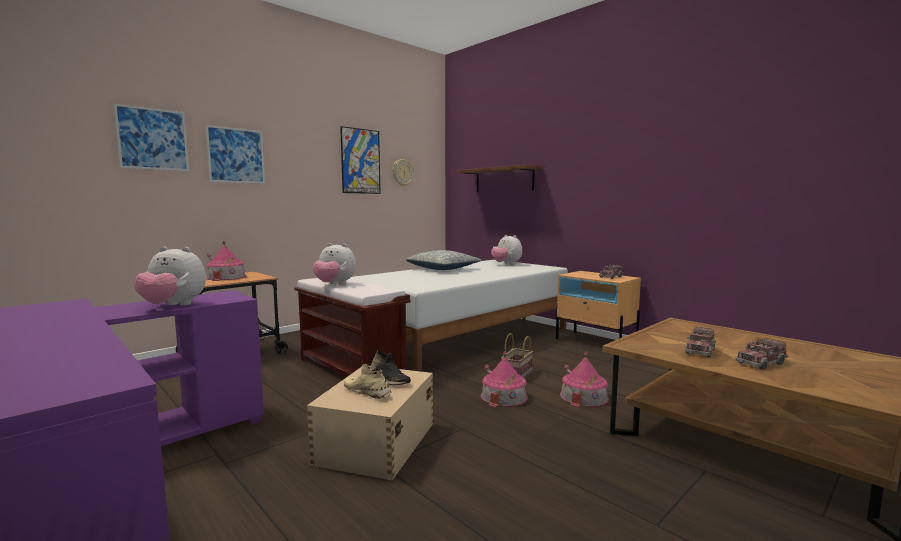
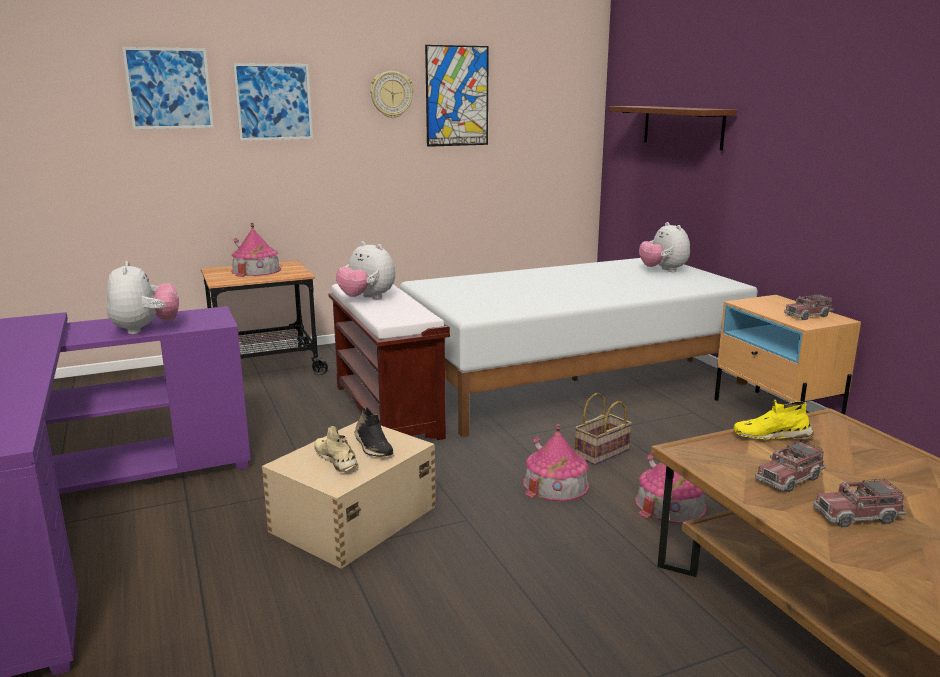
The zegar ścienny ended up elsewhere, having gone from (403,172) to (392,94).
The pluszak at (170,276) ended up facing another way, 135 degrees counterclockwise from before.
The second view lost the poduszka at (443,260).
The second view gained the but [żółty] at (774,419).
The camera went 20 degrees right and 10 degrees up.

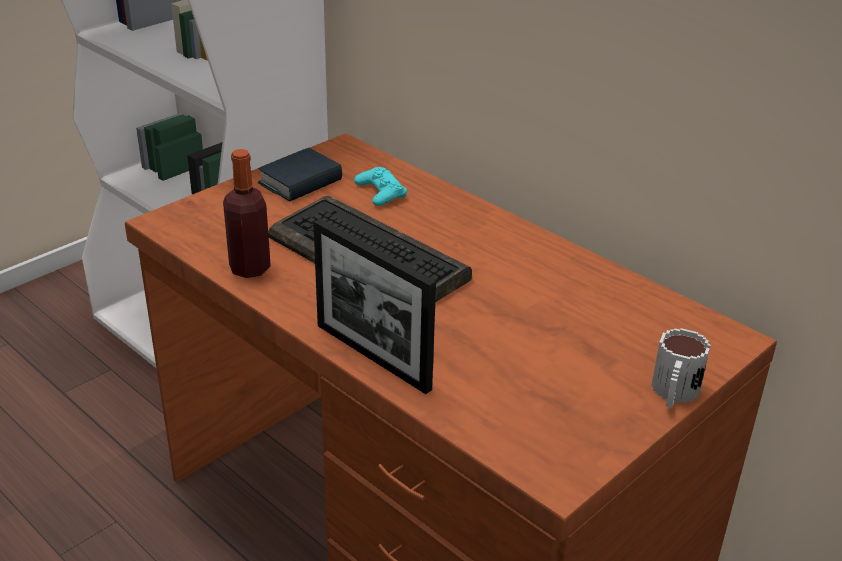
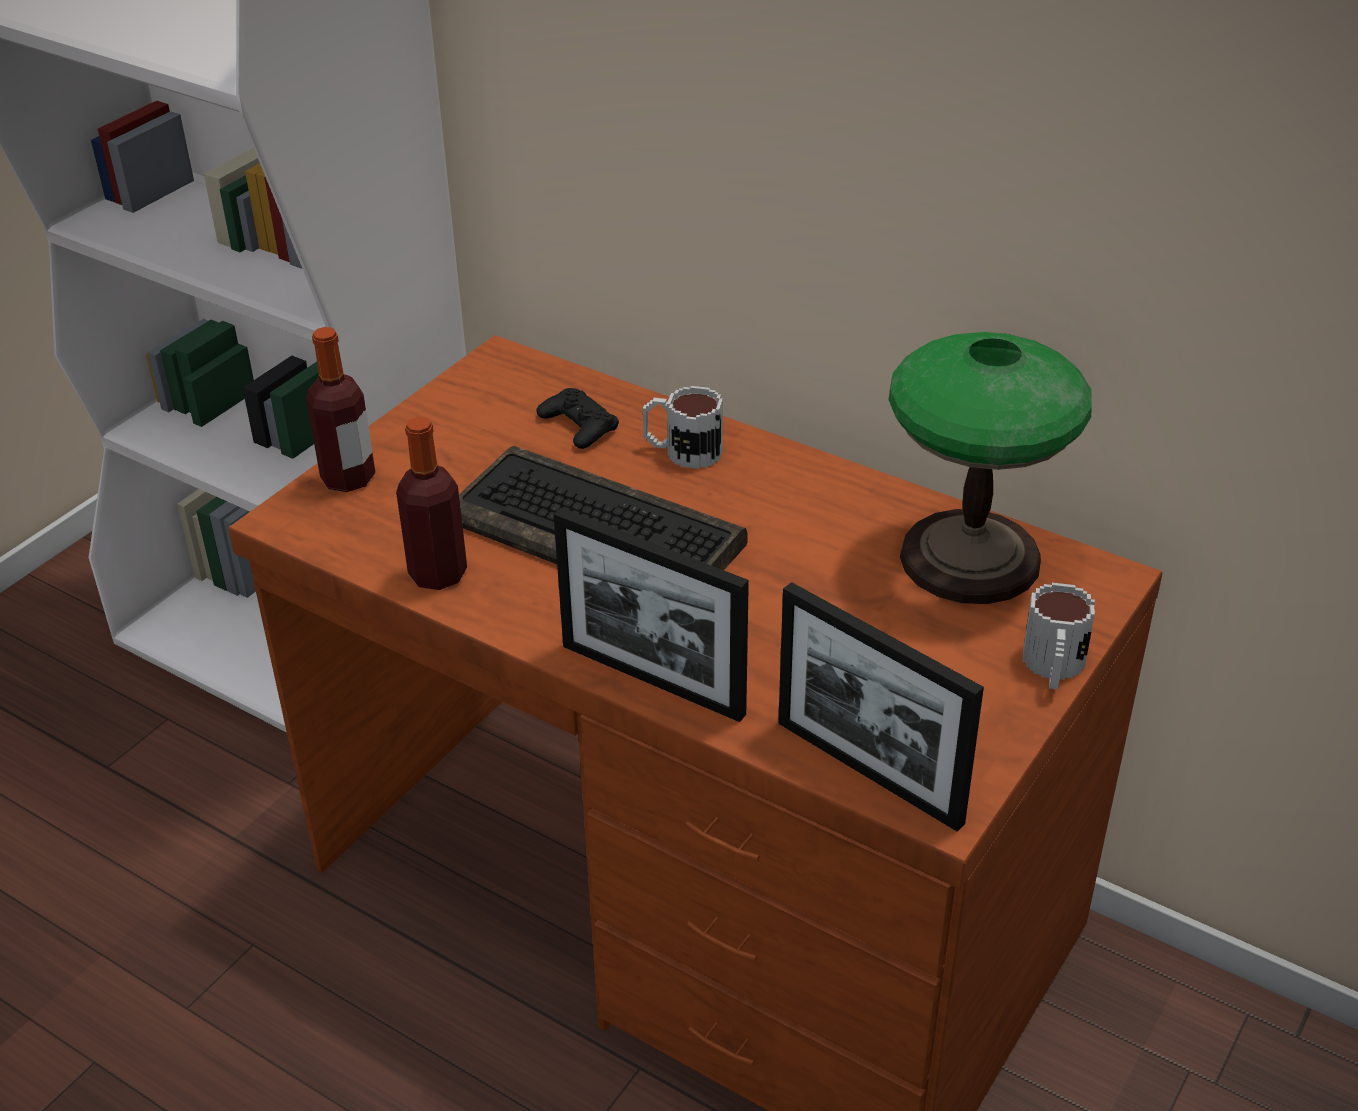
The second view lost the książka at (300,175).
What was the pad do gier [turkusowy] at (380,186) turned into the pad do gier [czarny] at (577,418).
The second view gained the butelka at (340,409).
The second view gained the lampa stołowa at (990,468).
The second view gained the kubek at (683,427).
The second view gained the ramka na zdjęcie at (881,707).
The camera went 10 degrees left and 5 degrees up.

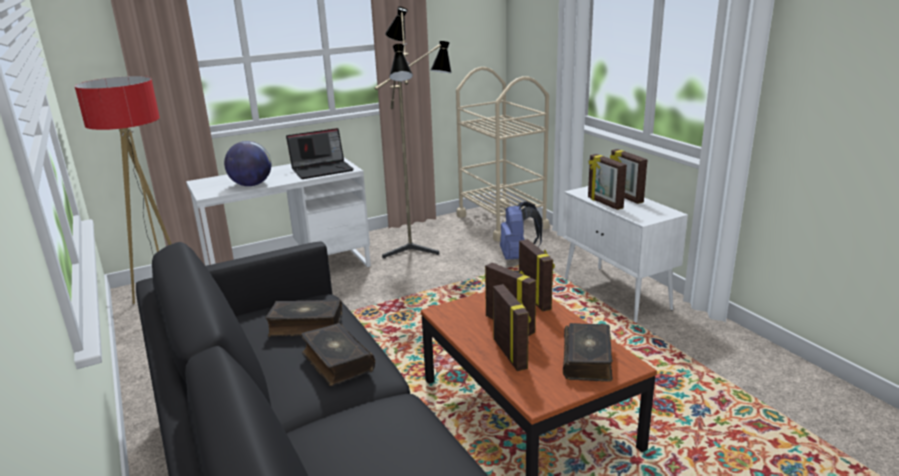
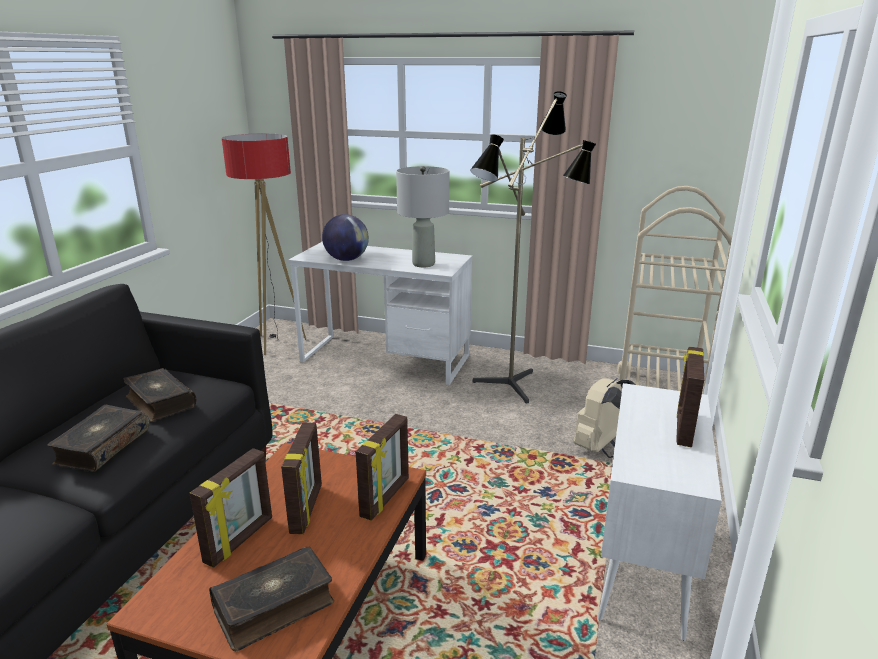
Where the laptop stood at (320,153), the lampa stołowa [szary] came to stand at (422,216).
The second view lost the ramka na zdjęcie at (607,182).
What was the plecak [niebieski] at (521,230) turned into the plecak [beżowy] at (604,418).
The camera went 45 degrees right and 0 degrees up.

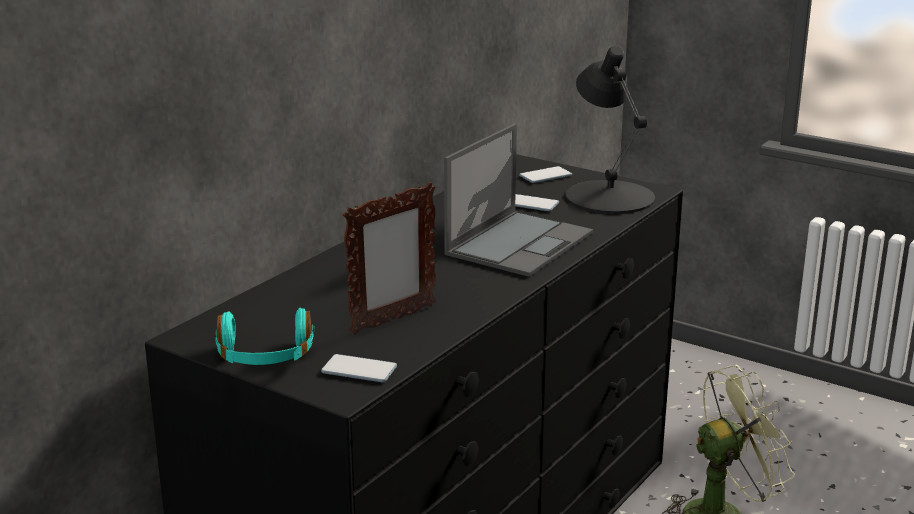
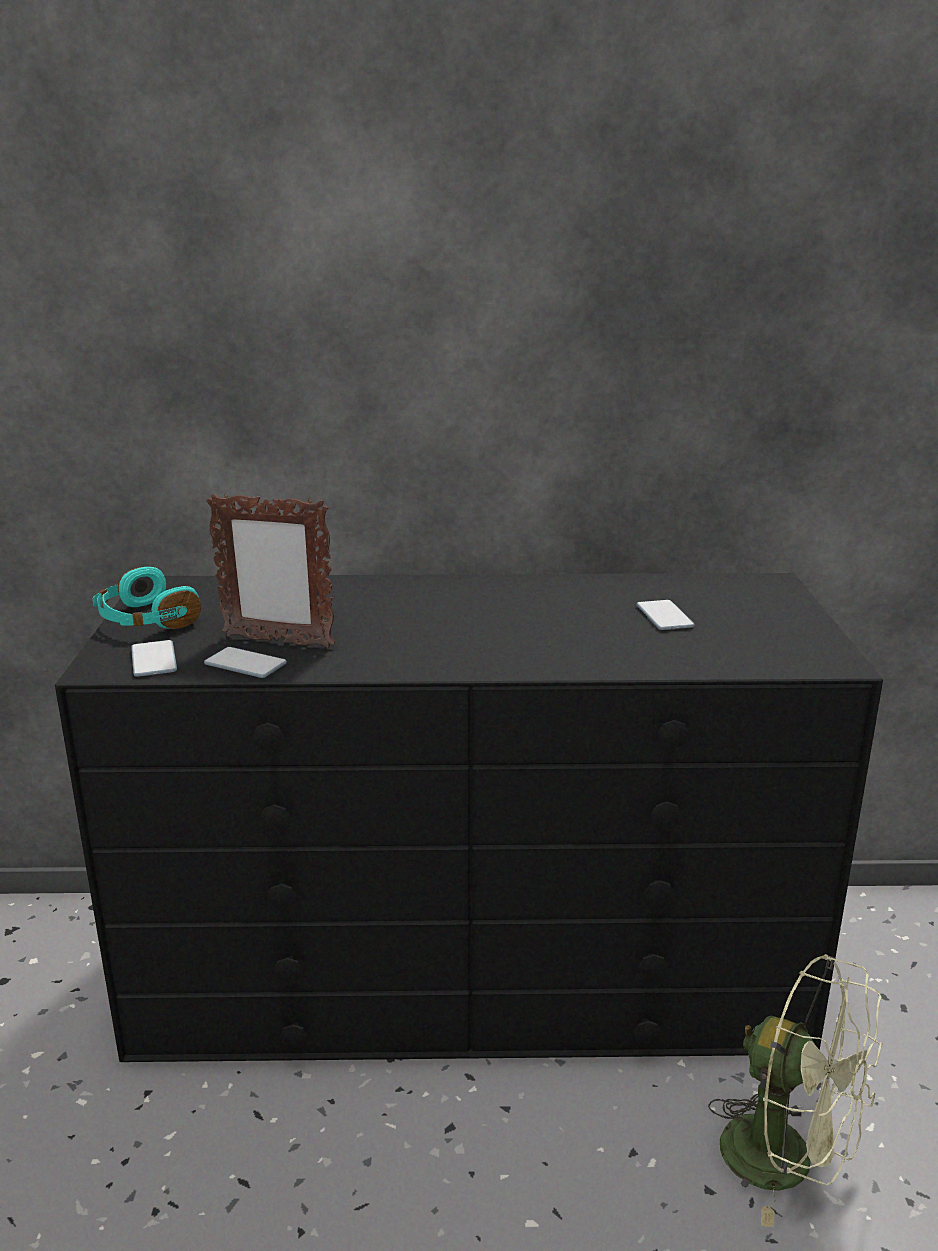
The second view lost the lampa stołowa [czarny] at (610,130).
The second view lost the laptop at (518,200).
The telefon ended up elsewhere, having gone from (545,174) to (245,662).
The camera went 55 degrees right and 0 degrees up.

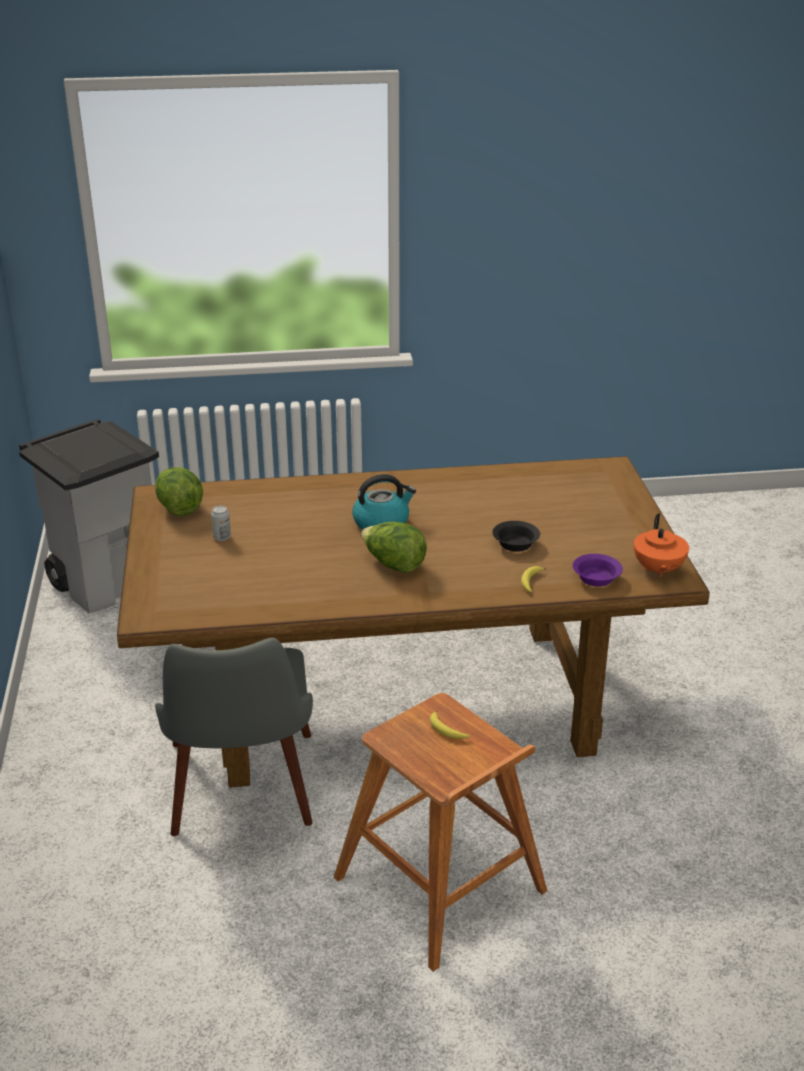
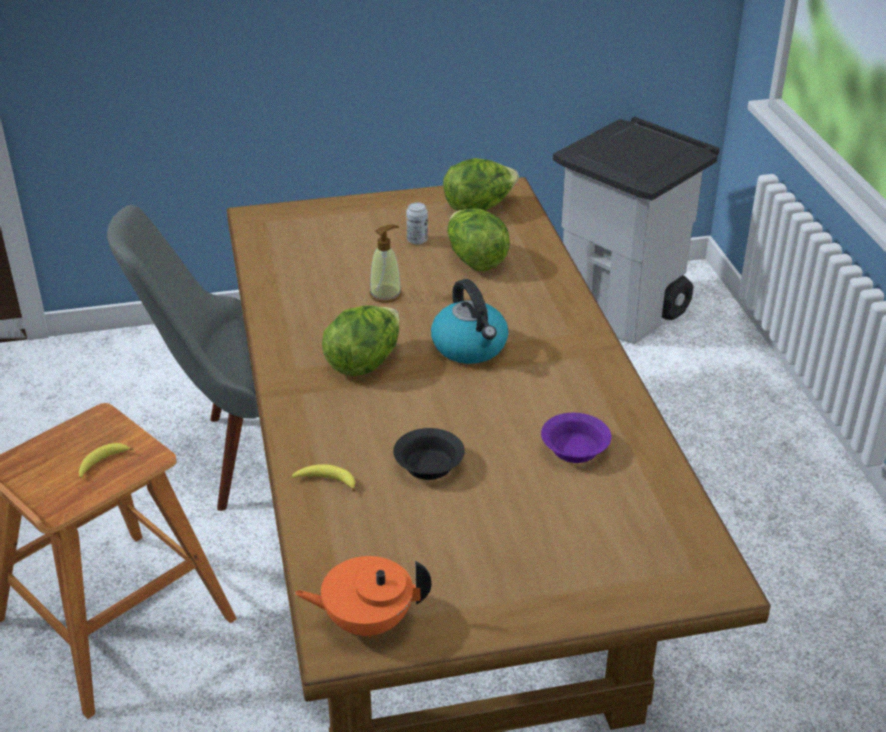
The miska [fioletowy] ended up elsewhere, having gone from (598,570) to (576,438).
The second view gained the sałata at (478,240).
The second view gained the dozownik mydła at (386,263).
The camera went 85 degrees right and 5 degrees up.

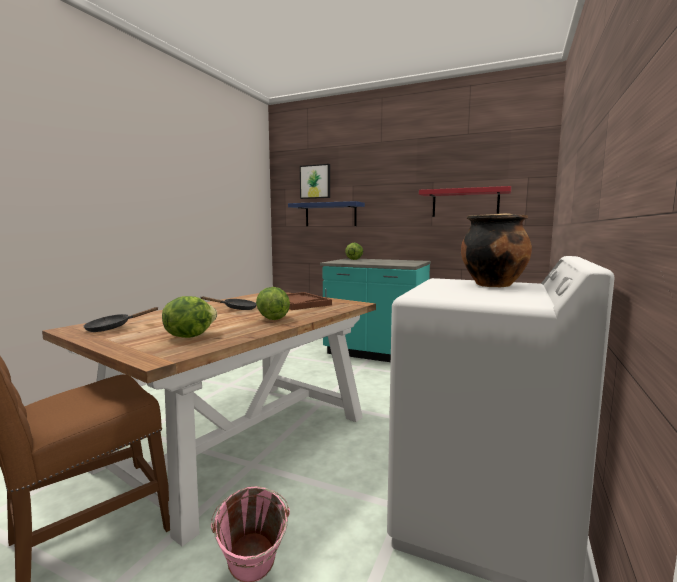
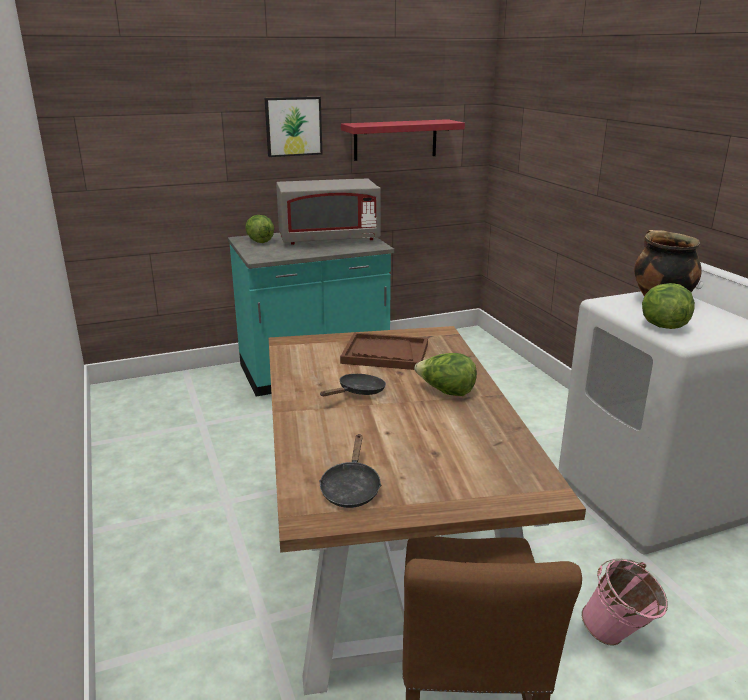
The obraz ended up elsewhere, having gone from (315,181) to (293,127).
The second view lost the półka [niebieski] at (326,213).
The sałata ended up elsewhere, having gone from (189,317) to (668,306).
The second view gained the mikrofalówka [szary] at (328,212).
The camera went 45 degrees left and 15 degrees up.

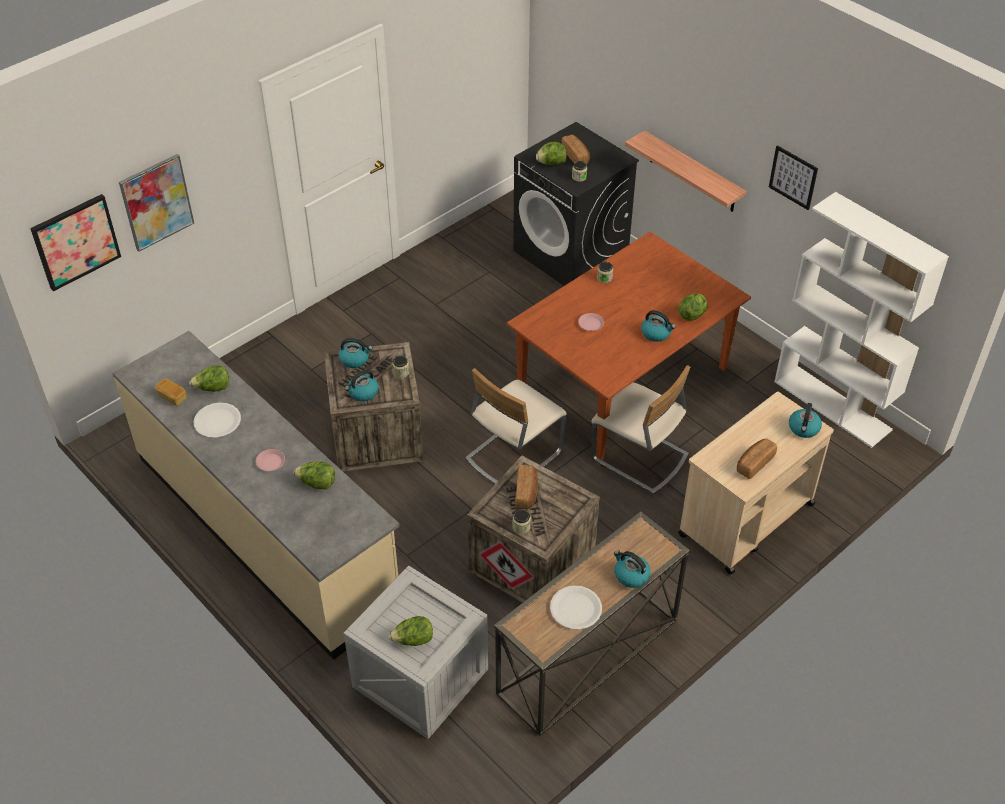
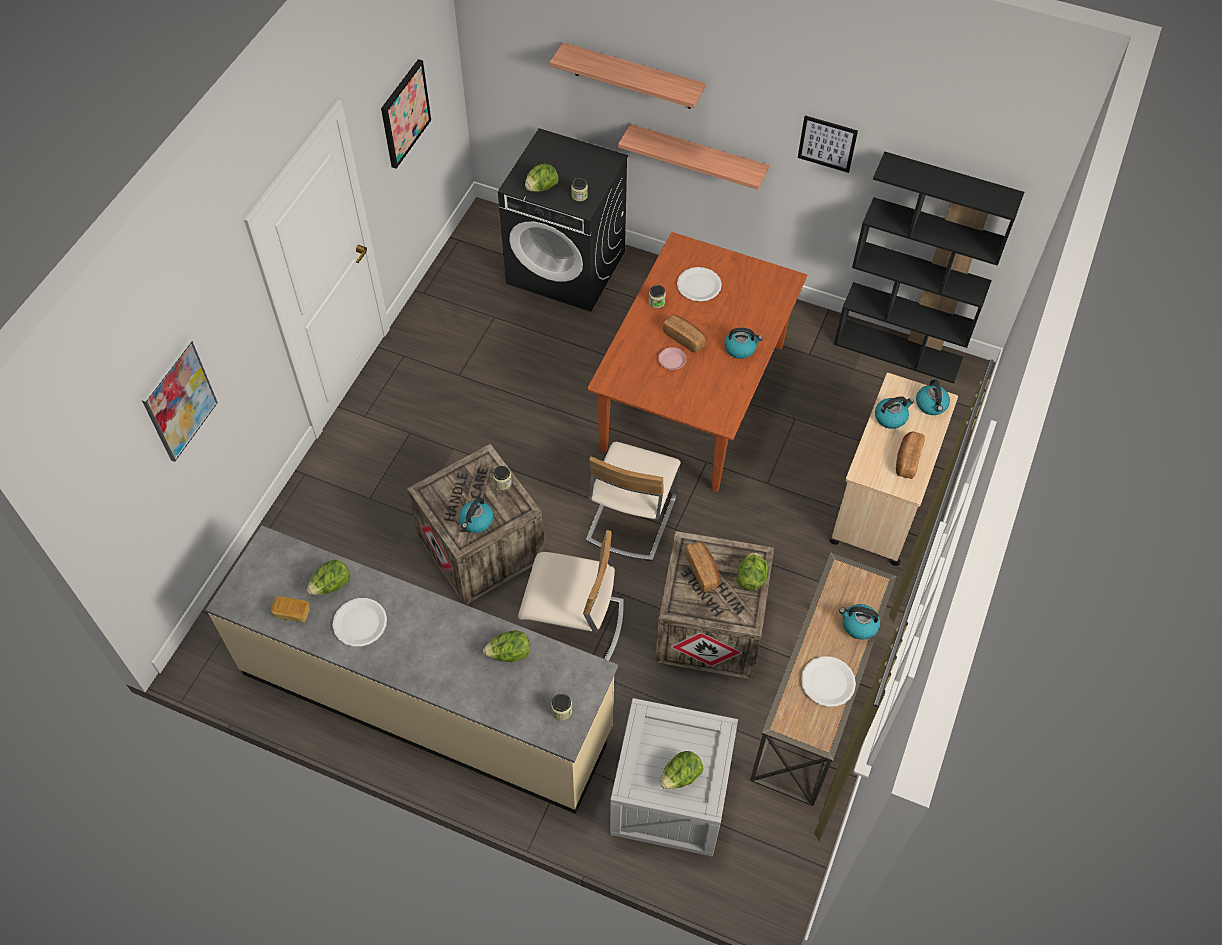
The chleb ended up elsewhere, having gone from (575,149) to (684,334).
What was the regał [biały] at (861,320) turned into the regał [czarny] at (929,267).
The obraz ended up elsewhere, having gone from (75,242) to (406,114).
The sałata ended up elsewhere, having gone from (693,307) to (753,571).
The czajnik ended up elsewhere, having gone from (356,353) to (894,412).
The krzesło [beżowy] ended up elsewhere, having gone from (640,430) to (571,595).
The second view lost the talerz [różowy] at (270,460).
The słoik ended up elsewhere, having gone from (521,521) to (561,707).
The second view gained the półka at (628,75).
The second view gained the talerz [biały] at (699,284).
The camera went 25 degrees left and 10 degrees up.

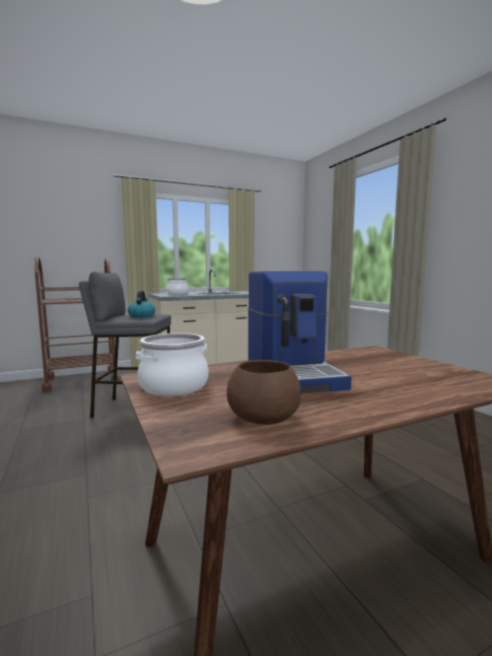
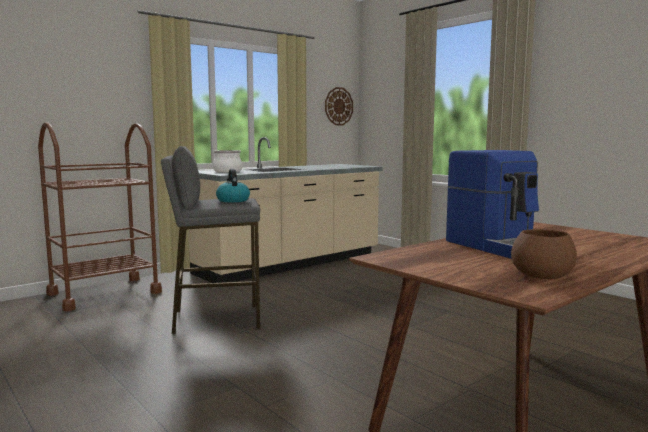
The second view lost the garnek at (172,364).
The second view gained the zegar ścienny at (339,106).
The camera went 15 degrees left and 0 degrees up.

